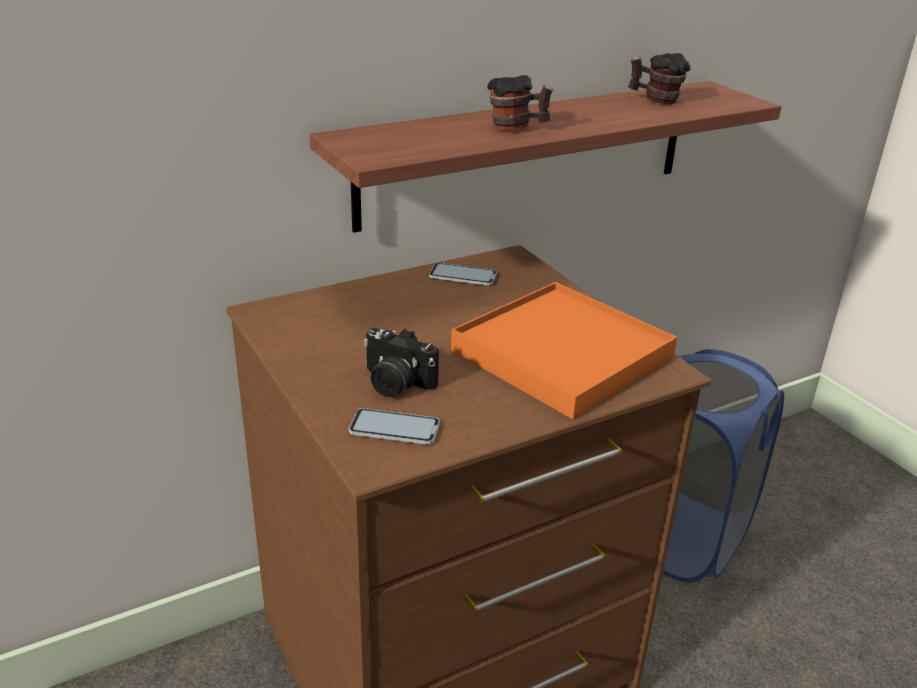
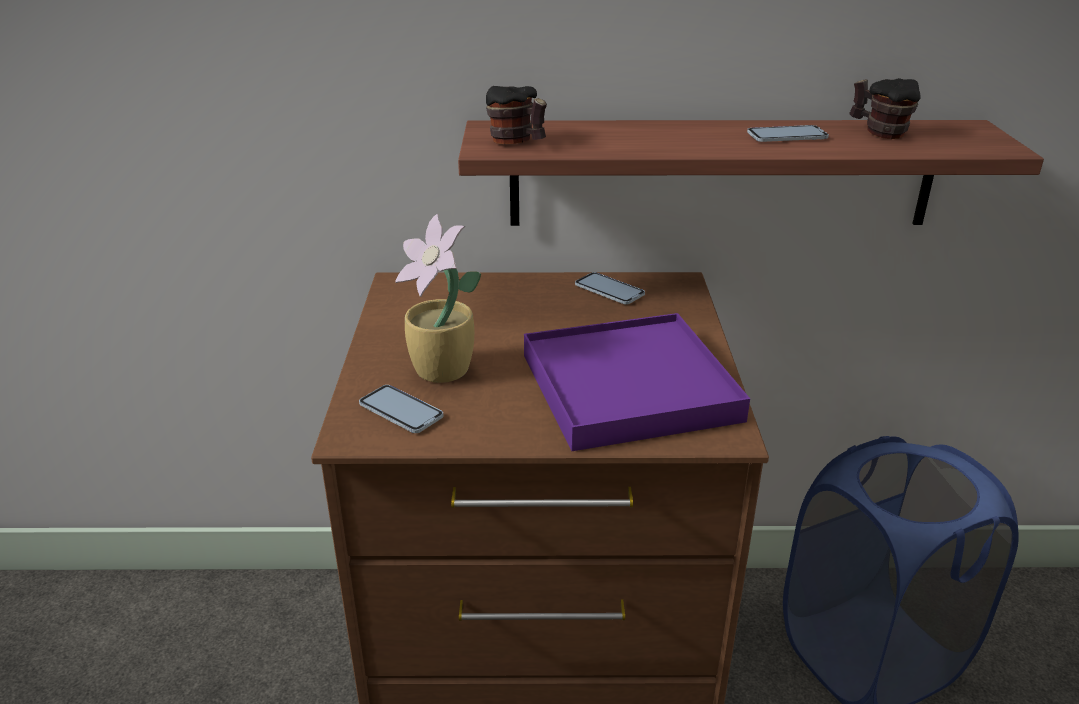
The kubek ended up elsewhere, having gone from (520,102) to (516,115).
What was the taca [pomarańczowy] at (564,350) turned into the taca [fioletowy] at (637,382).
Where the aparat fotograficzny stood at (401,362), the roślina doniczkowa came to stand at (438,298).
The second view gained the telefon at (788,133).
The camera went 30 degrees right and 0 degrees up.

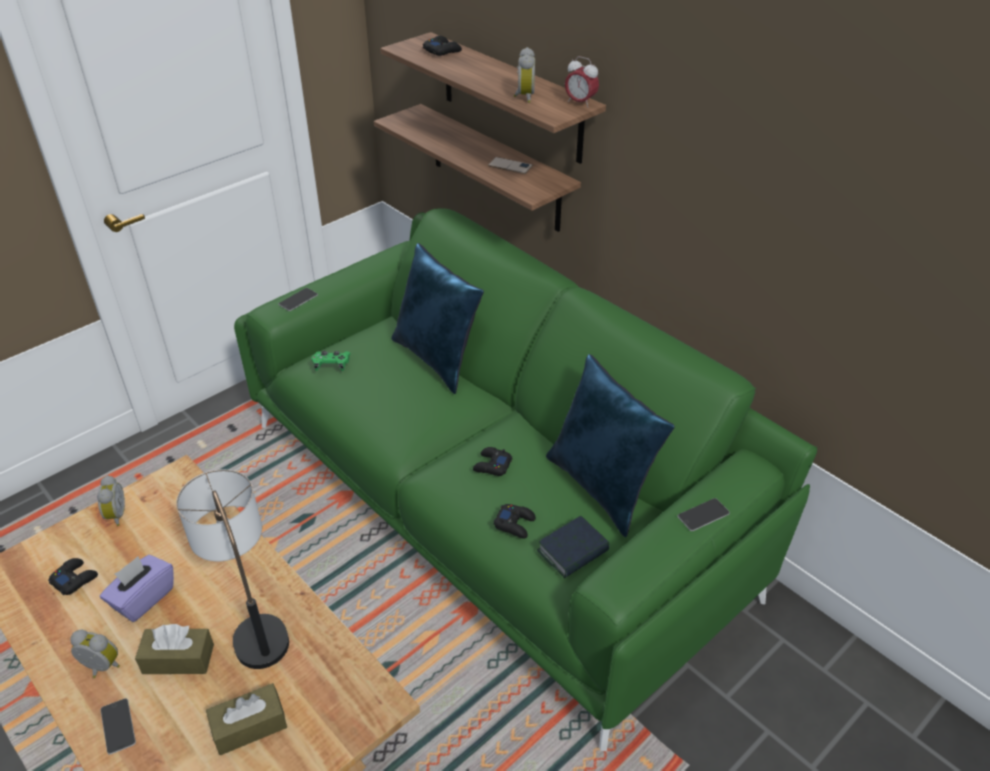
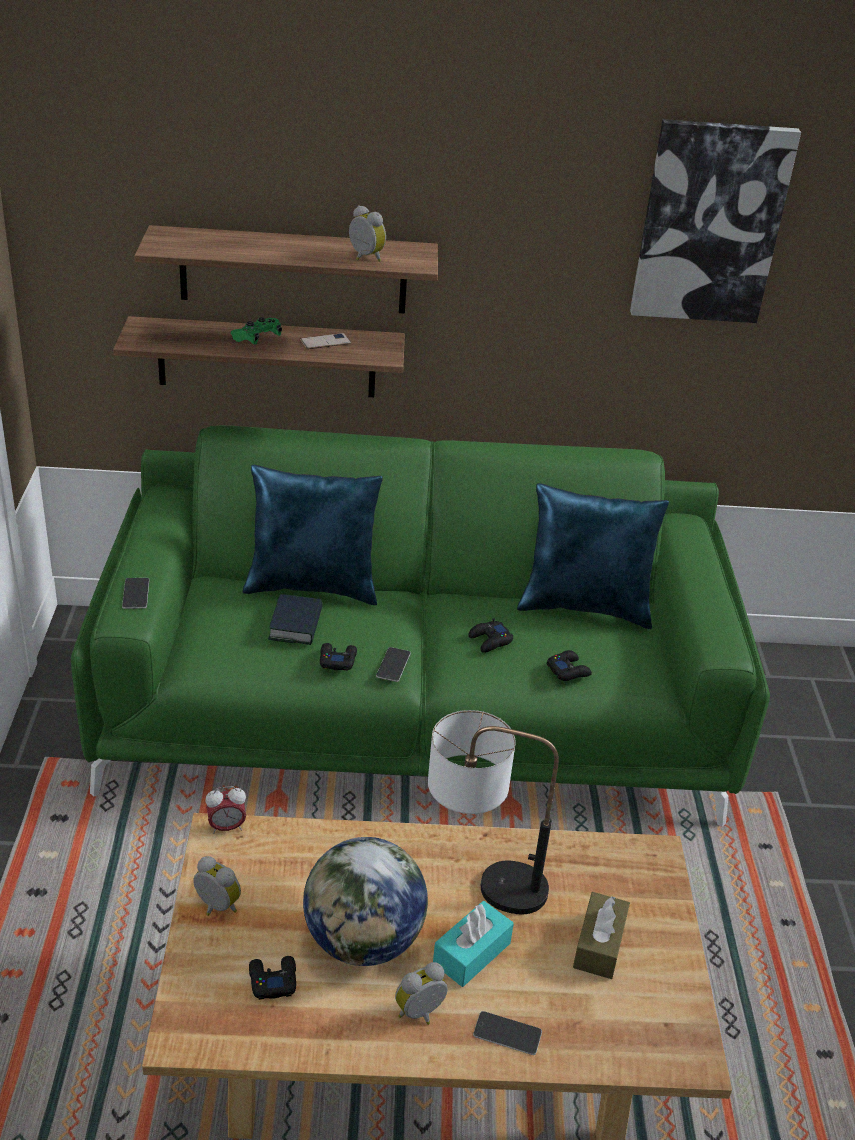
The pad do gier [czarny] ended up elsewhere, having gone from (442,46) to (338,656).
The budzik ended up elsewhere, having gone from (582,82) to (225,810).
The pad do gier [zielony] ended up elsewhere, having gone from (331,361) to (256,331).
The telefon ended up elsewhere, having gone from (703,514) to (393,664).
The książka ended up elsewhere, having gone from (573,547) to (295,619).
Where the pudełko chusteczek [fioletowy] stood at (137,588), the globus came to stand at (365,901).
What was the pudełko chusteczek [brązowy] at (174,649) turned into the pudełko chusteczek [turkusowy] at (473,944).
The second view gained the obraz at (715,221).
The camera went 50 degrees left and 5 degrees down.

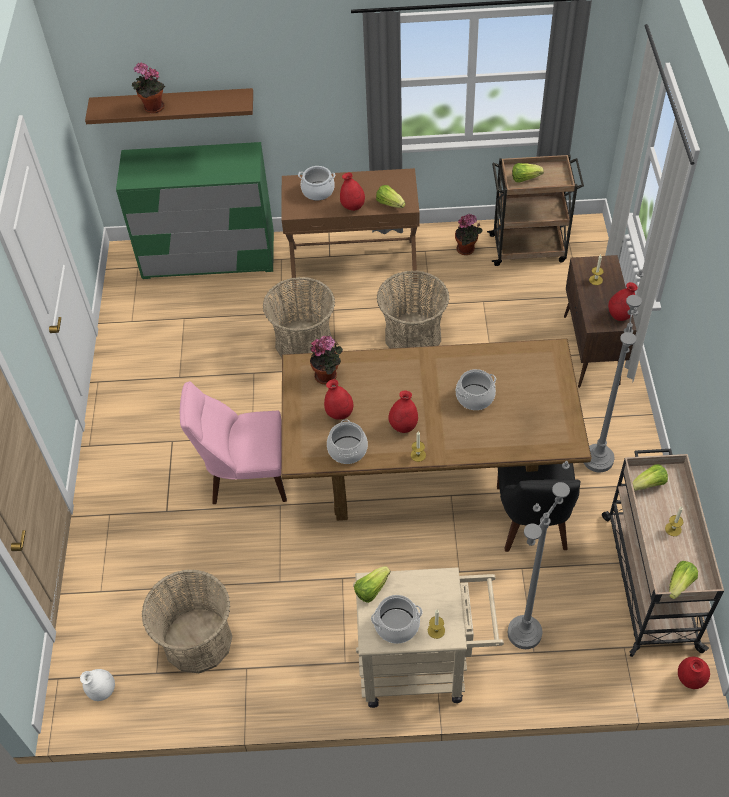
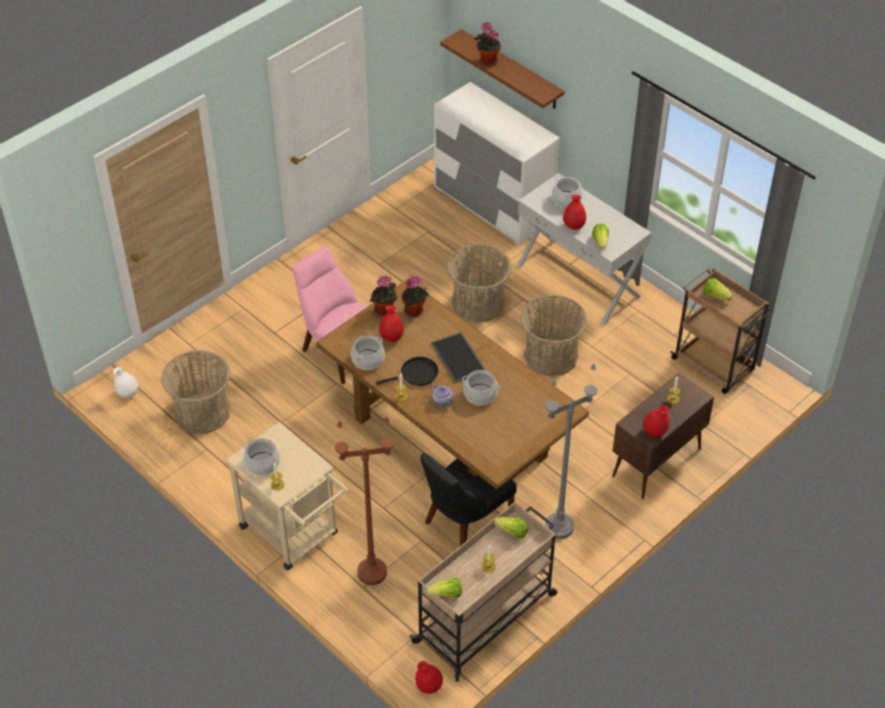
What was the komoda [zielony] at (195,210) turned into the komoda [biały] at (497,163).
What was the stolik konsolowy [brązowy] at (350,229) turned into the stolik konsolowy [biały] at (584,249).
The roślina doniczkowa ended up elsewhere, having gone from (468,234) to (383,296).
Where the wazon [czerwony] stood at (403,412), the patelnia [czarny] came to stand at (407,371).
What was the lampa stojąca [szary] at (538,555) turned into the lampa stojąca [brązowy] at (364,500).
The second view lost the sałata at (372,584).
The second view gained the taca at (458,357).
The second view gained the imbryk at (442,394).
The camera went 45 degrees right and 5 degrees down.

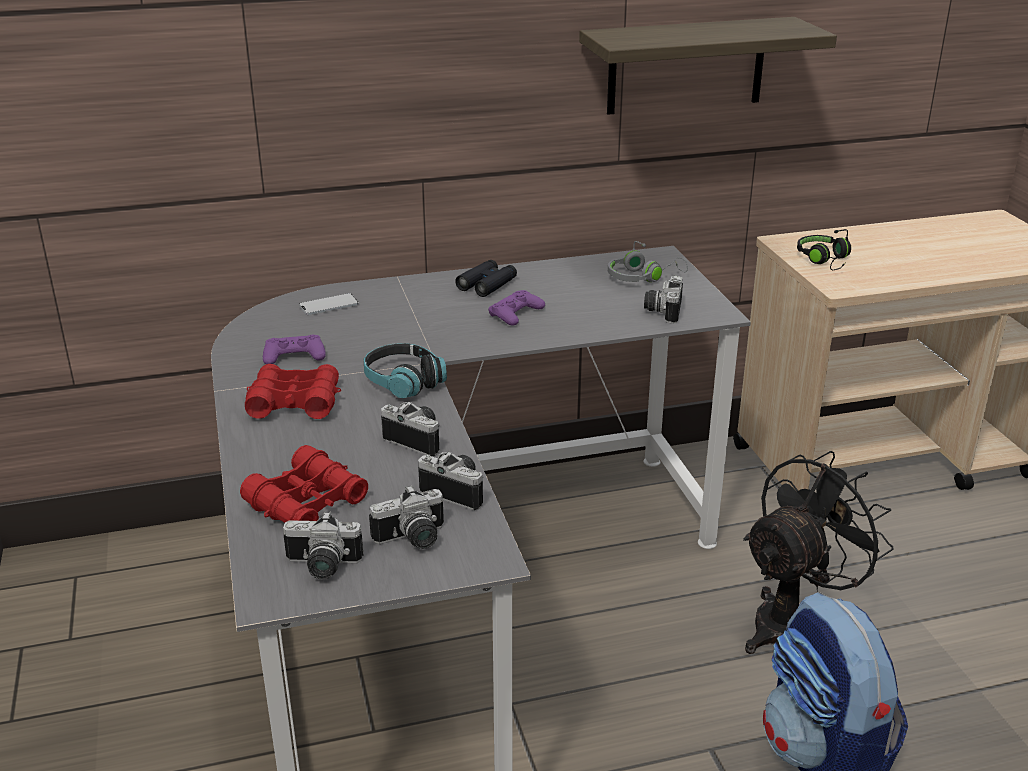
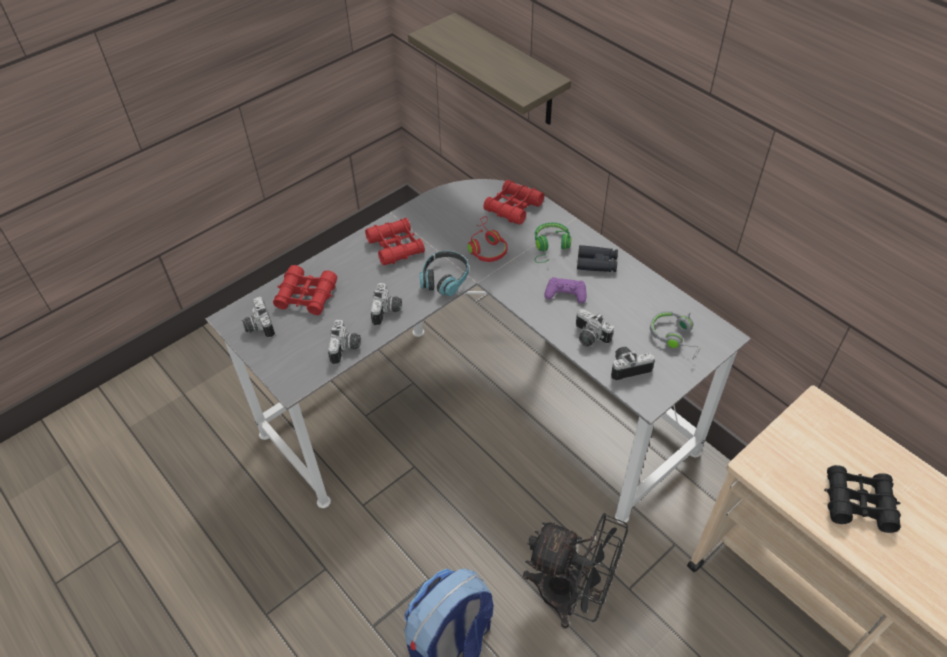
The półka ended up elsewhere, having gone from (708,66) to (489,69).
The second view lost the słuchawki [czarny] at (824,249).
Where the telefon stood at (329,304), the lornetka [czerwony] came to stand at (513,202).
The second view lost the pad do gier [fioletowy] at (294,349).
The aparat fotograficzny ended up elsewhere, having gone from (406,517) to (595,327).
The second view gained the słuchawki [czerwony] at (487,239).
The second view gained the słuchawki [zielony] at (553,243).
The second view gained the lornetka [czarny] at (862,499).
The camera went 65 degrees right and 20 degrees up.

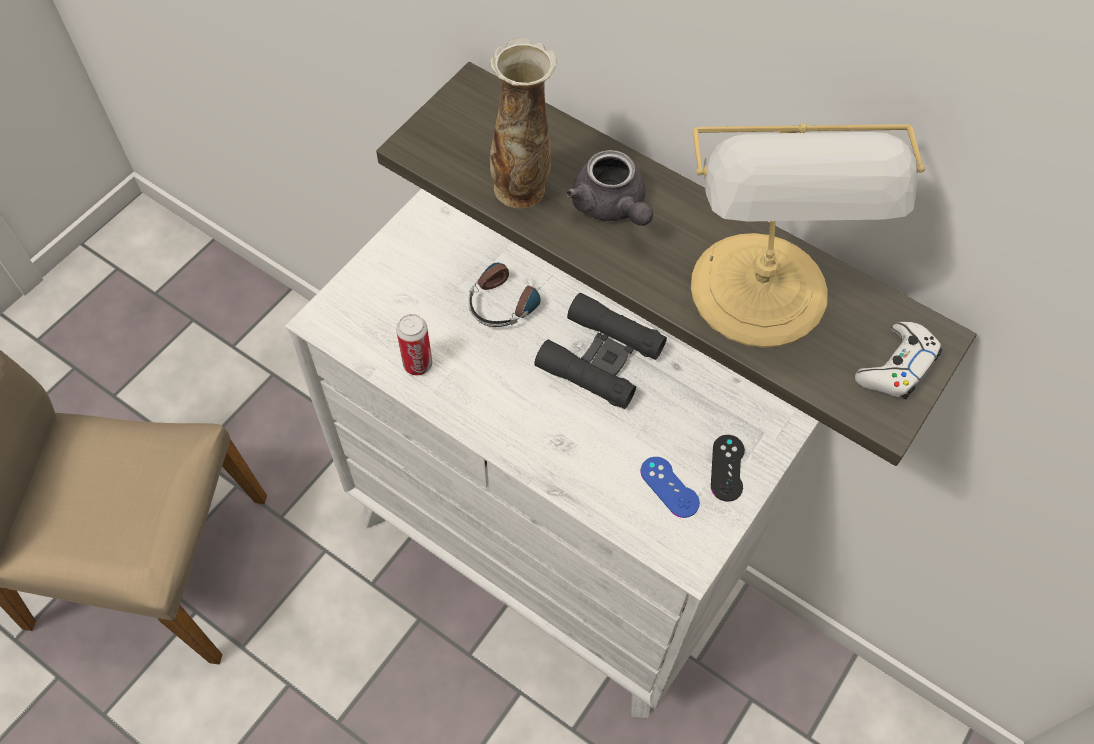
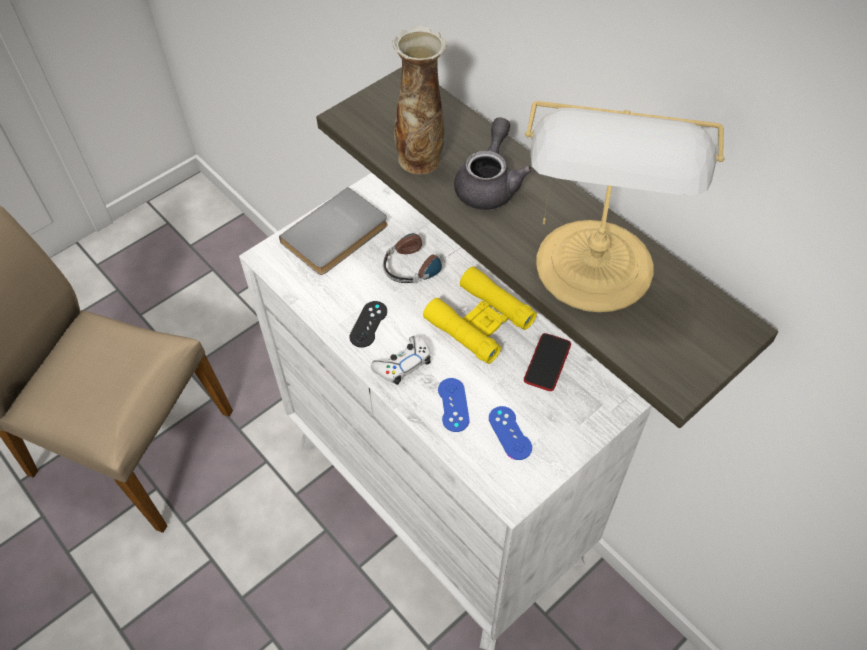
The imbryk [szary] at (609,188) ended up facing another way, 150 degrees counterclockwise from before.
What was the lornetka [czarny] at (601,351) turned into the lornetka [żółty] at (480,315).
The second view lost the puszka at (414,344).
The pad do gier [biały] ended up elsewhere, having gone from (898,360) to (401,360).
The pad do gier [czarny] ended up elsewhere, having gone from (728,468) to (368,324).
The second view gained the książka [szary] at (333,231).
The second view gained the telefon at (547,362).
The second view gained the pad do gier [niebieski] at (454,405).
The camera went 15 degrees right and 5 degrees down.

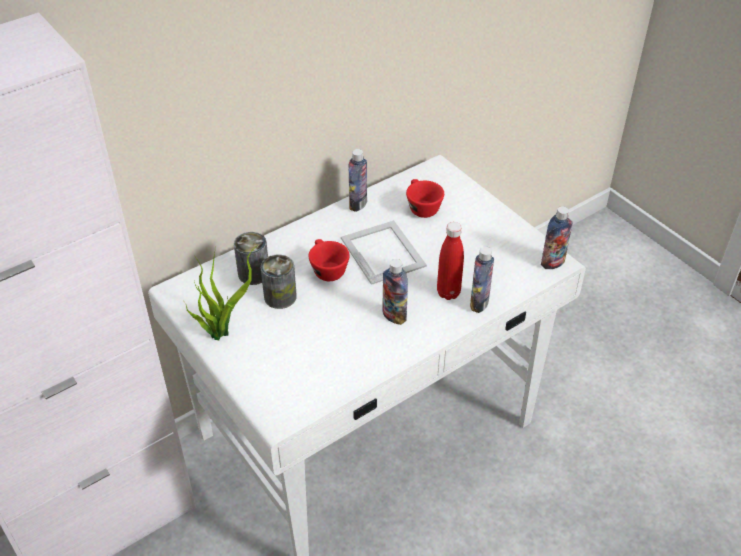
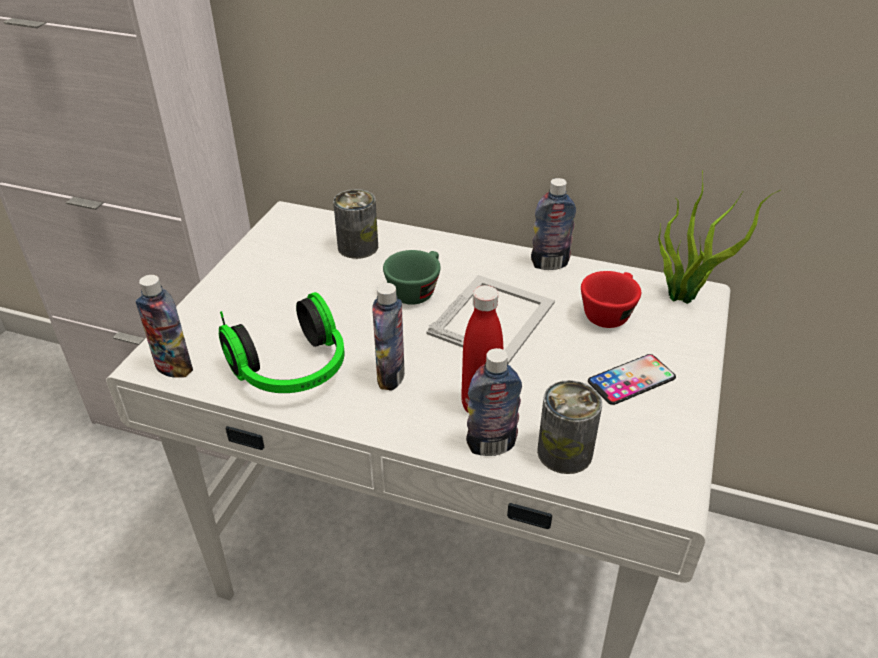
The butelka ended up elsewhere, having gone from (557,237) to (164,326).
What was the filiżanka [czerwony] at (329,260) turned into the filiżanka [zielony] at (412,277).
The roślina doniczkowa ended up elsewhere, having gone from (220,292) to (719,237).
The puszka ended up elsewhere, having gone from (279,282) to (569,427).
The second view gained the słuchawki at (281,342).
The second view gained the telefon at (632,379).
The camera went 55 degrees right and 5 degrees down.

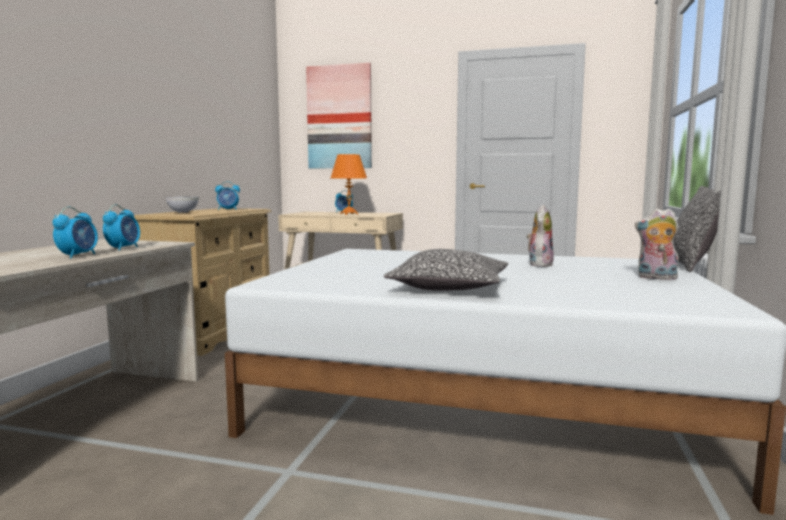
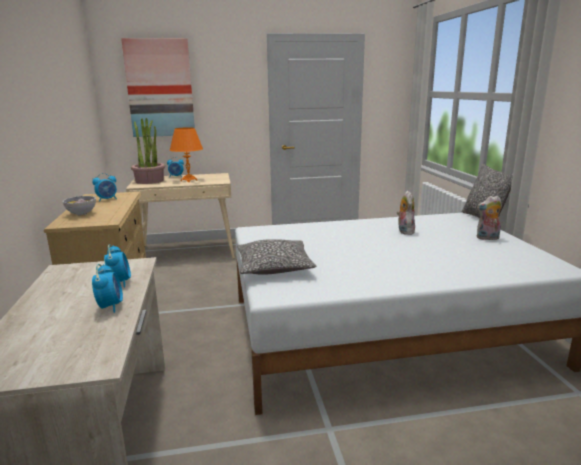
The poduszka ended up elsewhere, having gone from (446,270) to (276,257).
The second view gained the roślina doniczkowa at (148,151).
The camera went 25 degrees left and 10 degrees up.

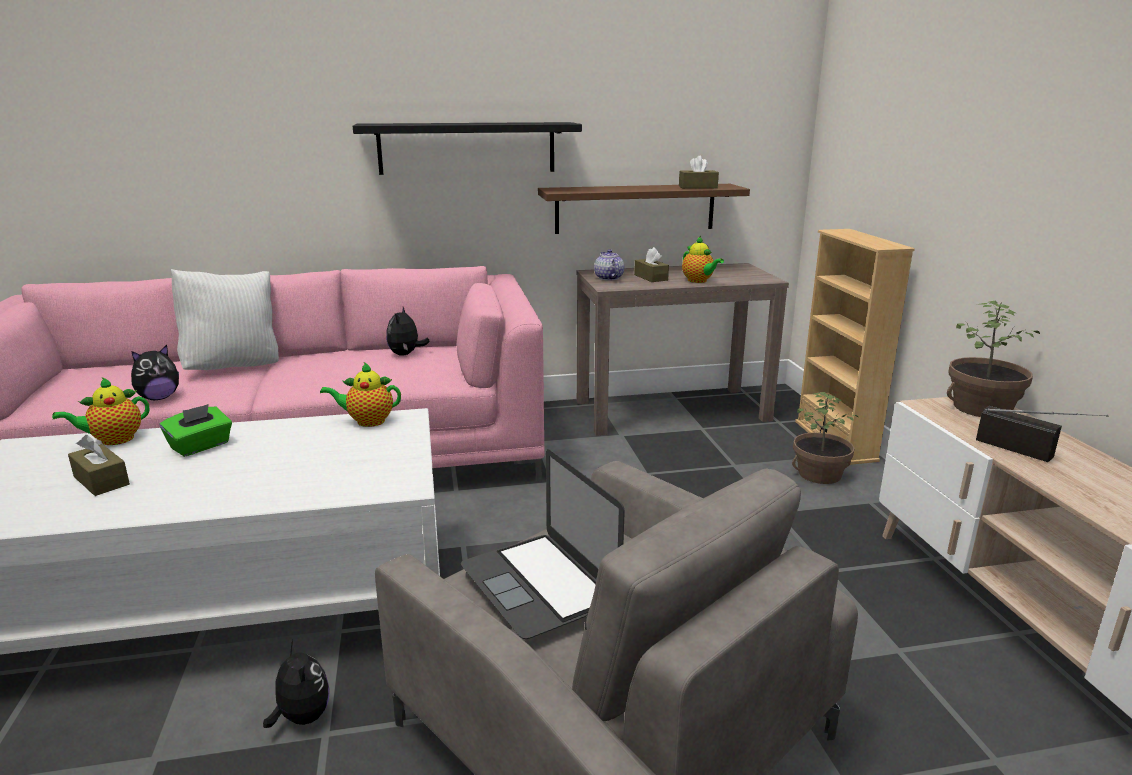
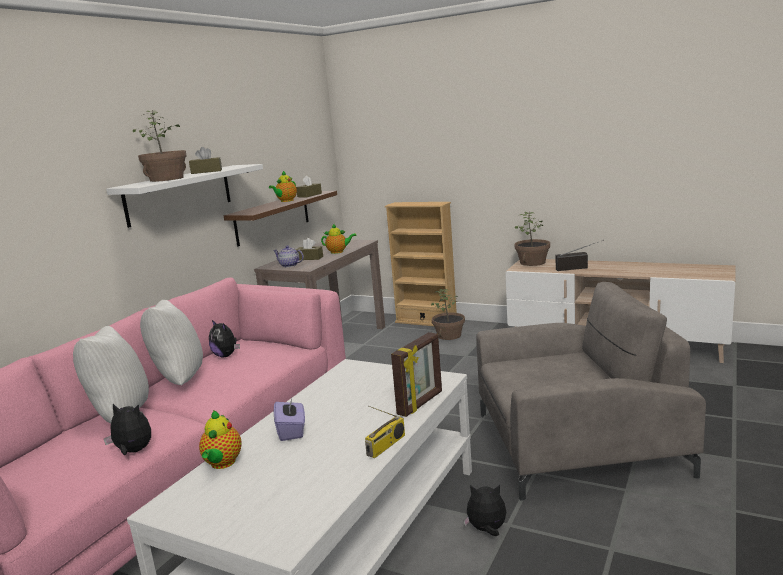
What was the półka [czarny] at (467,148) turned into the półka [biały] at (184,196).
The pluszak at (155,372) ended up facing another way, 75 degrees counterclockwise from before.
The imbryk ended up elsewhere, having gone from (360,394) to (283,186).
What was the pudełko chusteczek [zielony] at (196,430) turned into the pudełko chusteczek [fioletowy] at (289,419).
The pudełko chusteczek [brązowy] ended up elsewhere, having gone from (99,465) to (205,160).
The second view lost the laptop at (543,544).
The second view gained the roślina doniczkowa at (159,146).
The second view gained the poduszka [biały] at (171,342).
The second view gained the ramka na zdjęcie at (416,374).
The second view gained the radio at (385,432).
The camera went 50 degrees left and 5 degrees down.

